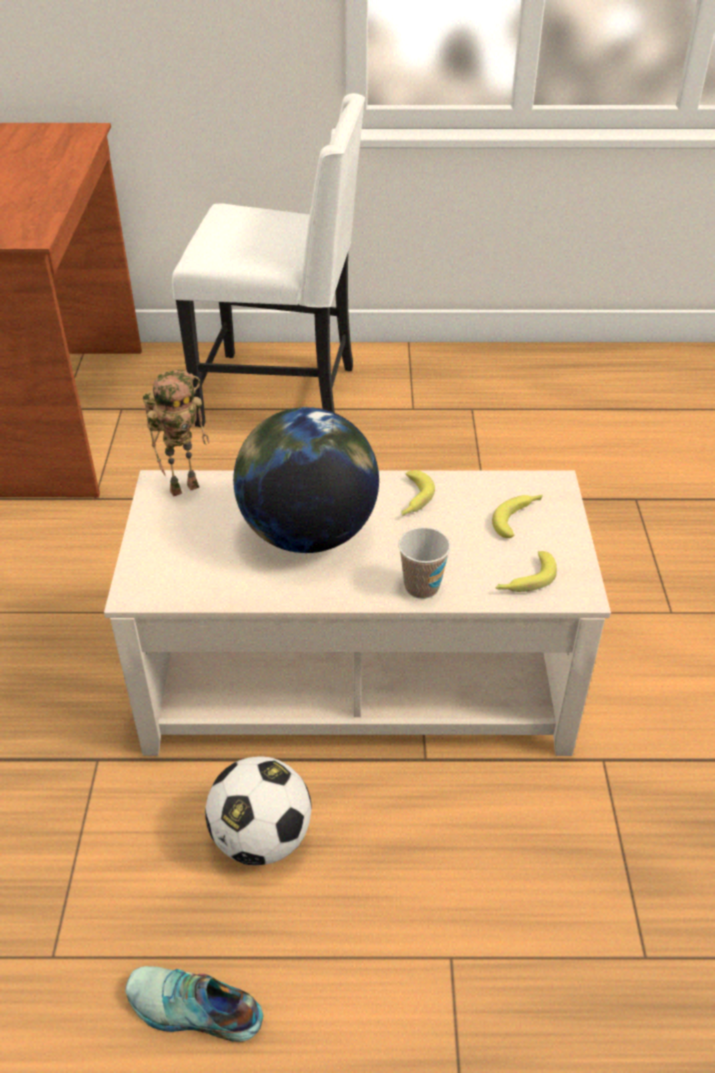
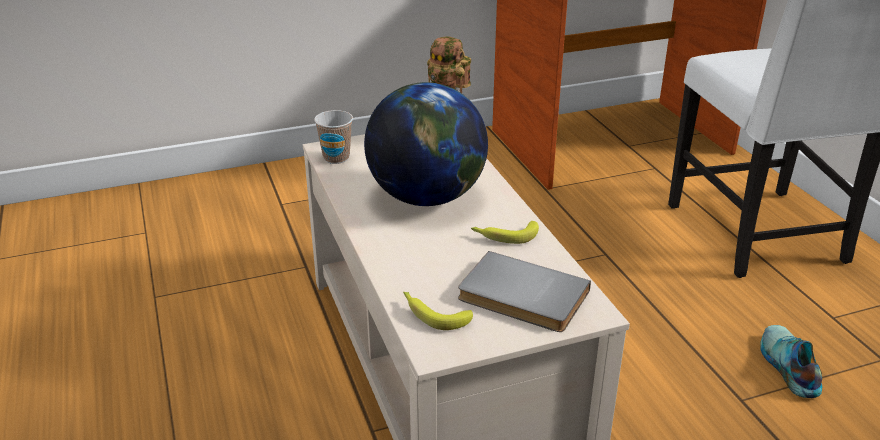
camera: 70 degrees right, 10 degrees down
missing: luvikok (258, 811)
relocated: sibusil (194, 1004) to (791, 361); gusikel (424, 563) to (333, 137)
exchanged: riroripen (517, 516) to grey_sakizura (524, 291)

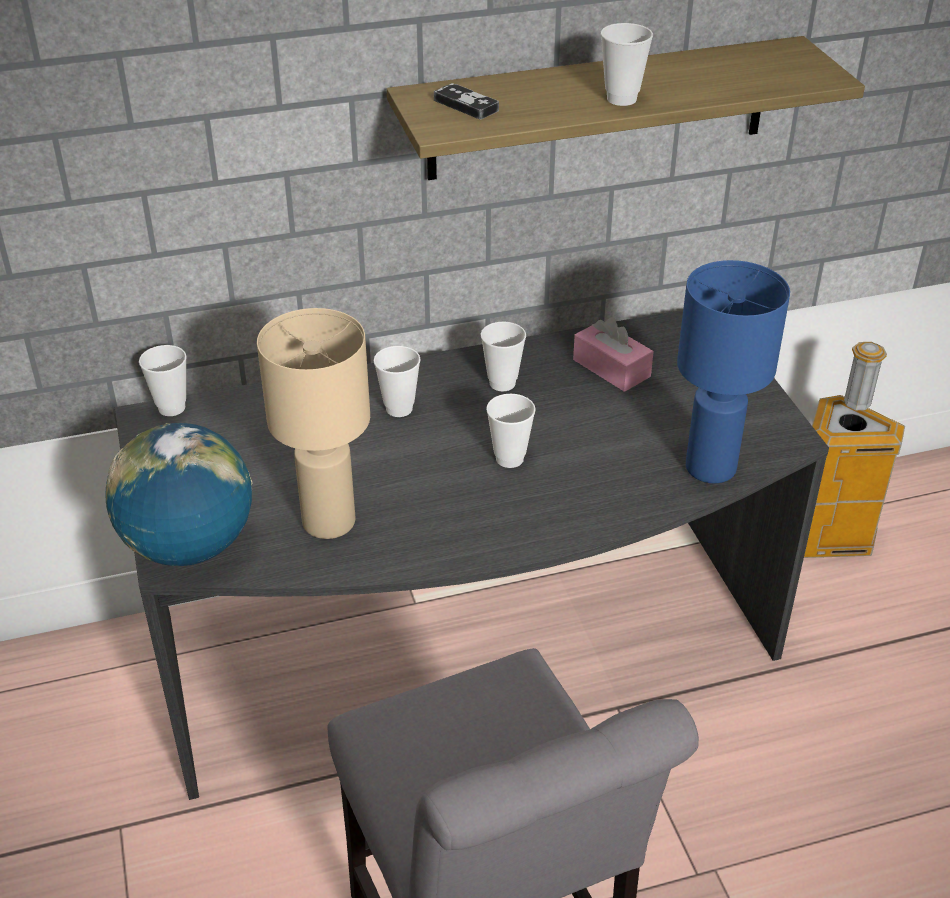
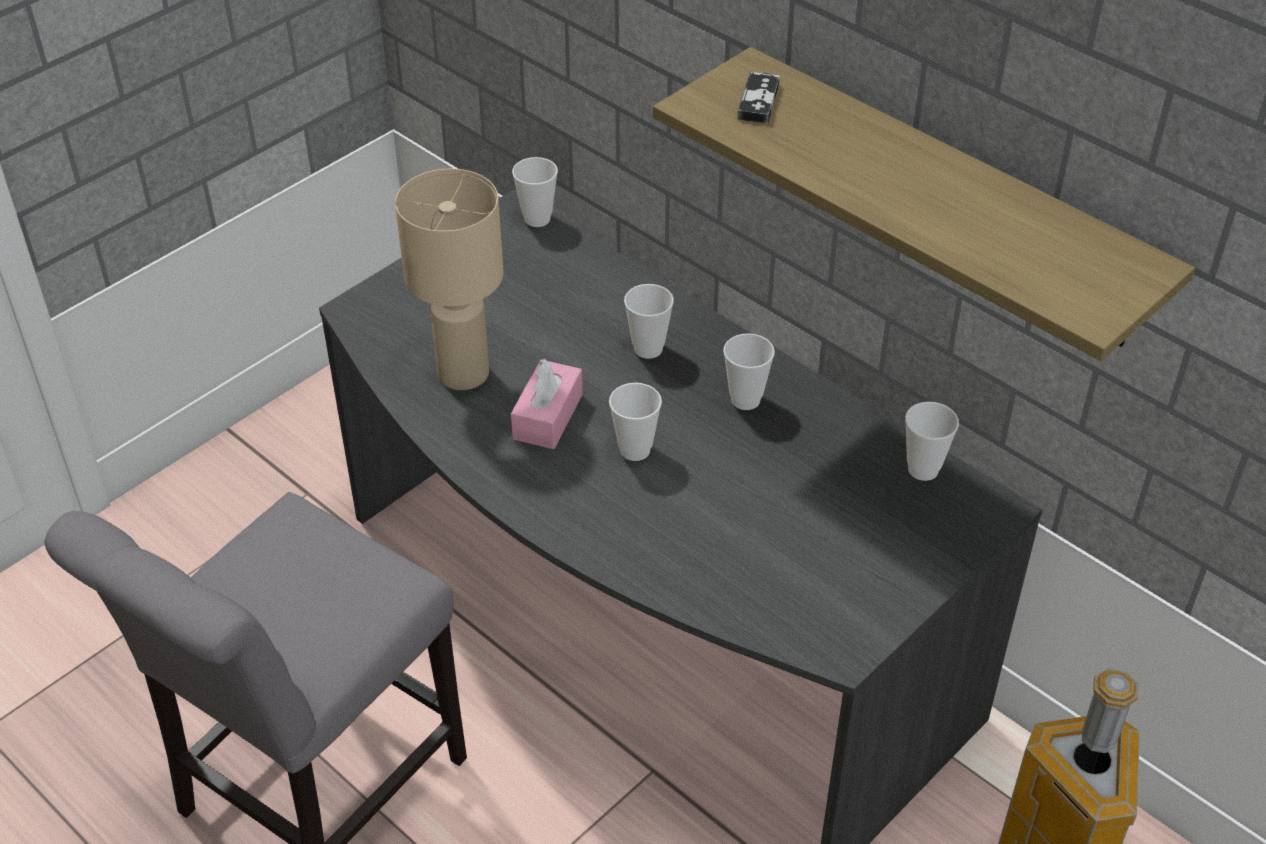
camera: 60 degrees right, 5 degrees up
missing: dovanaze (178, 494); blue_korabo (733, 371)
relocated: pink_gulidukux (613, 354) to (547, 404); gusikel (627, 64) to (932, 441)

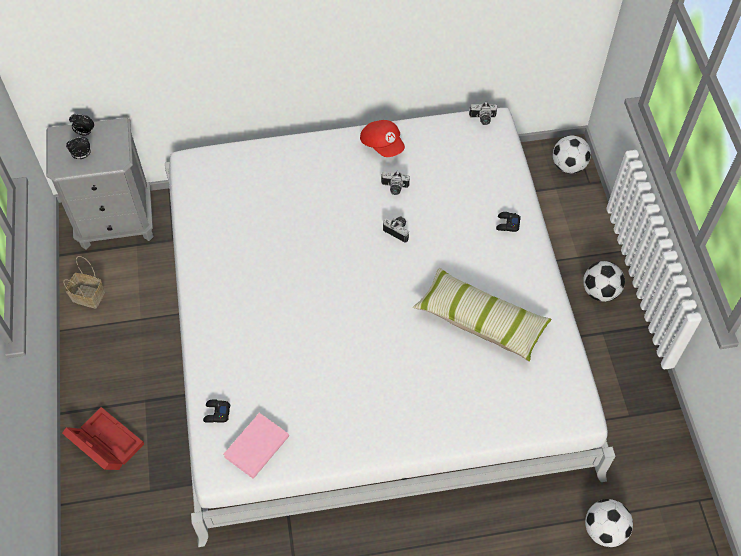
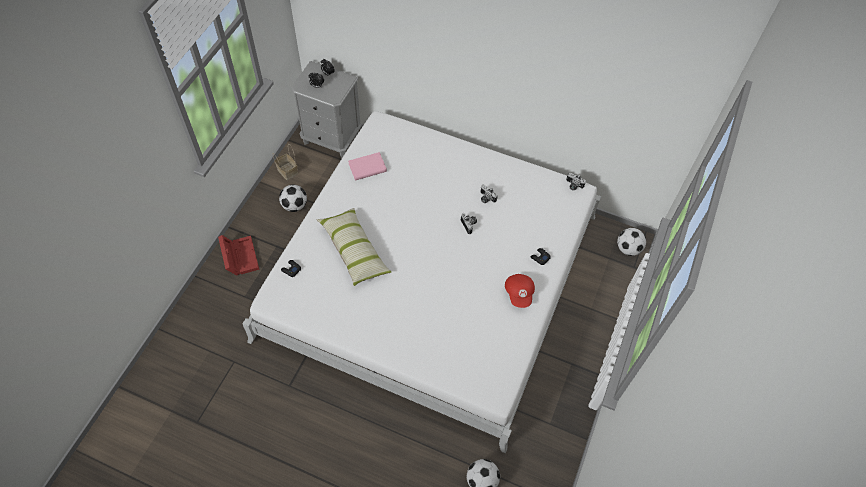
camera: 30 degrees right, 0 degrees up
relocated: pink_sakizura (256, 445) to (367, 166); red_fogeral (382, 138) to (520, 291); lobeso (482, 315) to (354, 247); luvikok (604, 281) to (293, 198)

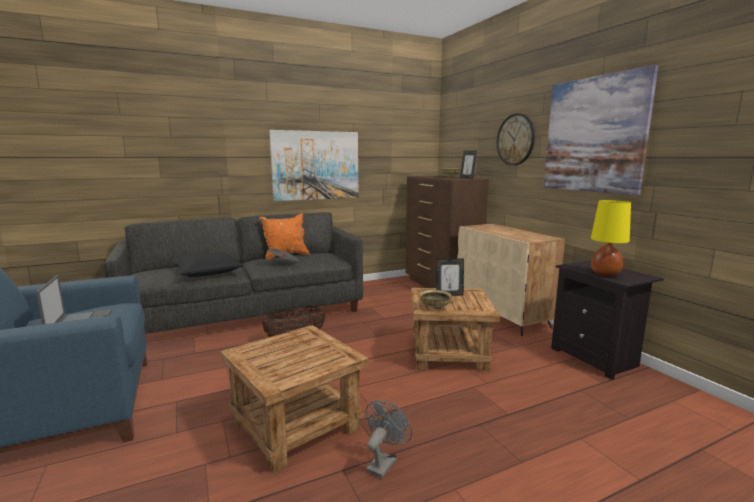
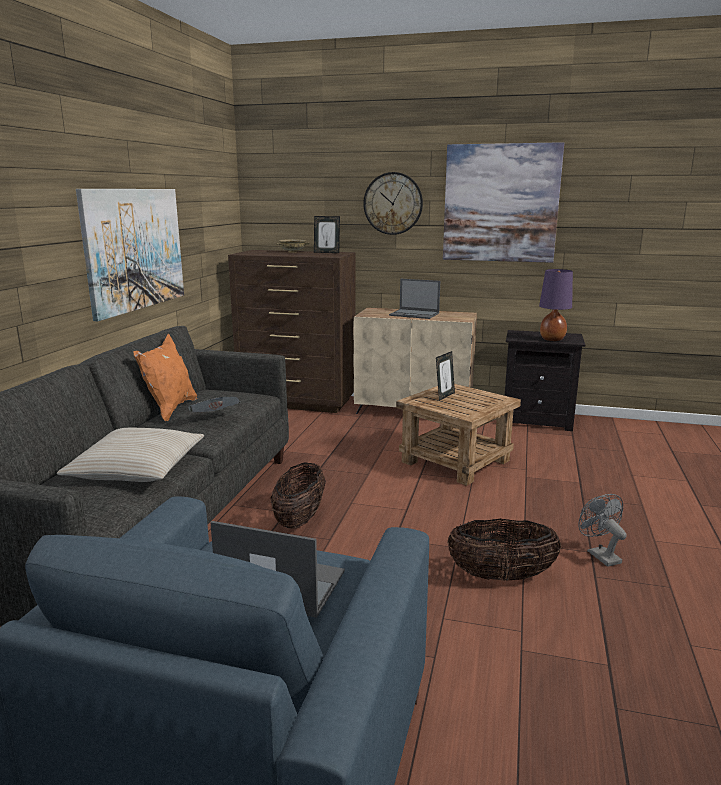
camera: 50 degrees left, 5 degrees up
missing: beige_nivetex (436, 299)
appeared: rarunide (414, 299)
exchanged: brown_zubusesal (294, 399) to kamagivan (504, 550)
colour: black_lobeso (208, 264) to beige_lobeso (130, 455); yellow_korabo (611, 238) to purple_korabo (556, 305)

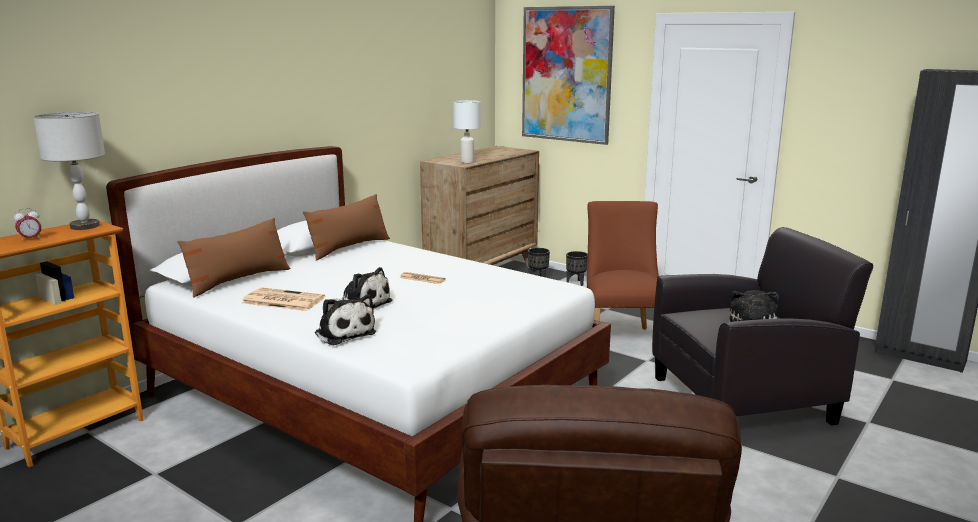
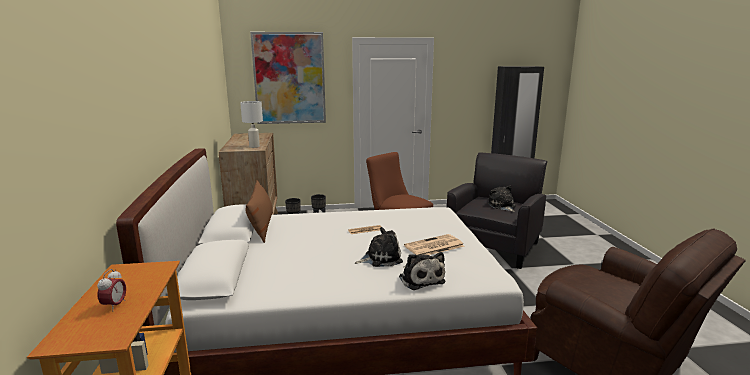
camera: 45 degrees left, 0 degrees up
missing: grey_korabo (69, 171); brown_lobeso (233, 258)
relocated: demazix (283, 299) to (434, 244)
spun: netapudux (345, 320) = (422, 271) 60 degrees clockwise

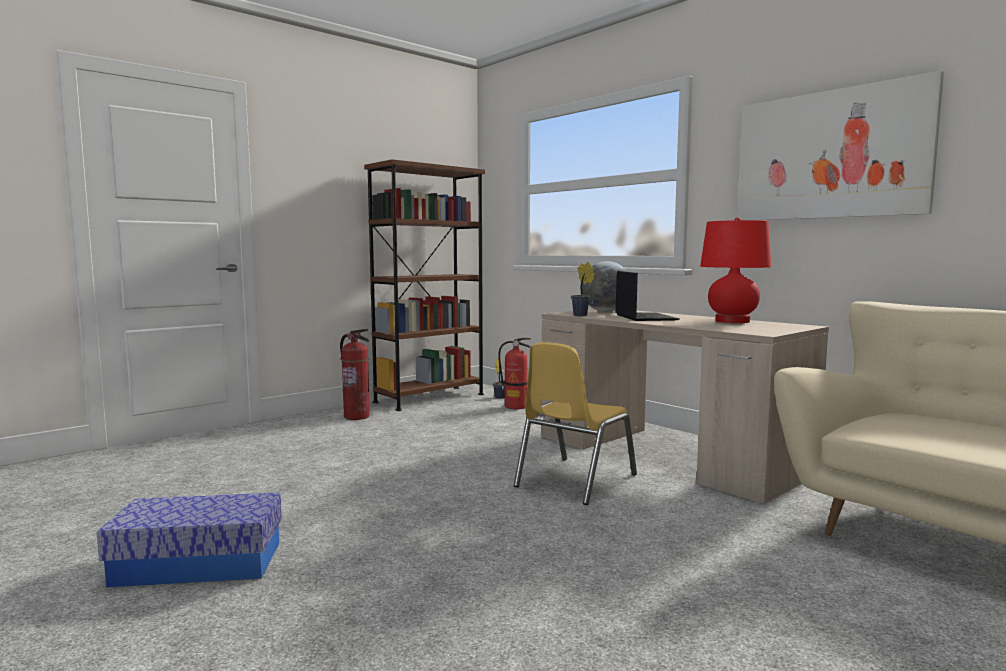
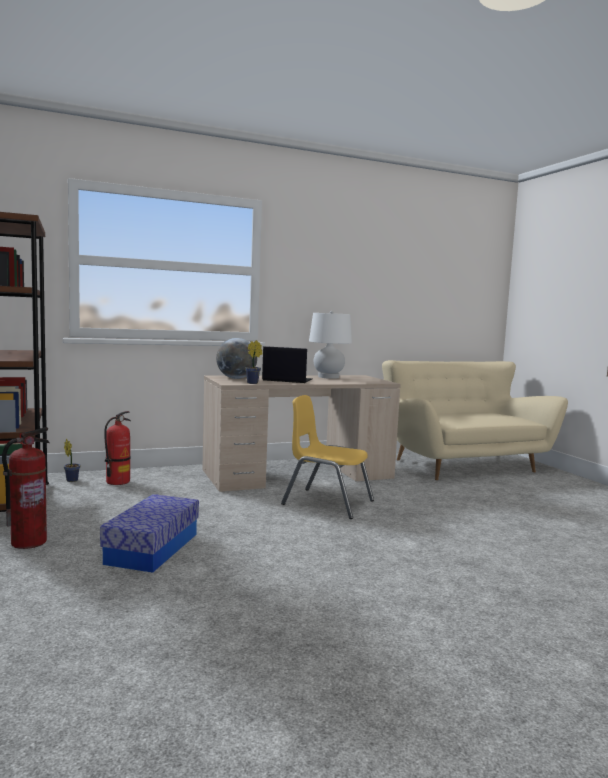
camera: 70 degrees left, 0 degrees up
missing: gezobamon (840, 145)
relocated: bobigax (189, 540) to (149, 533)
colour: red_korabo (735, 270) to white_korabo (330, 345)
spun: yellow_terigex (575, 423) = (327, 457) 150 degrees clockwise

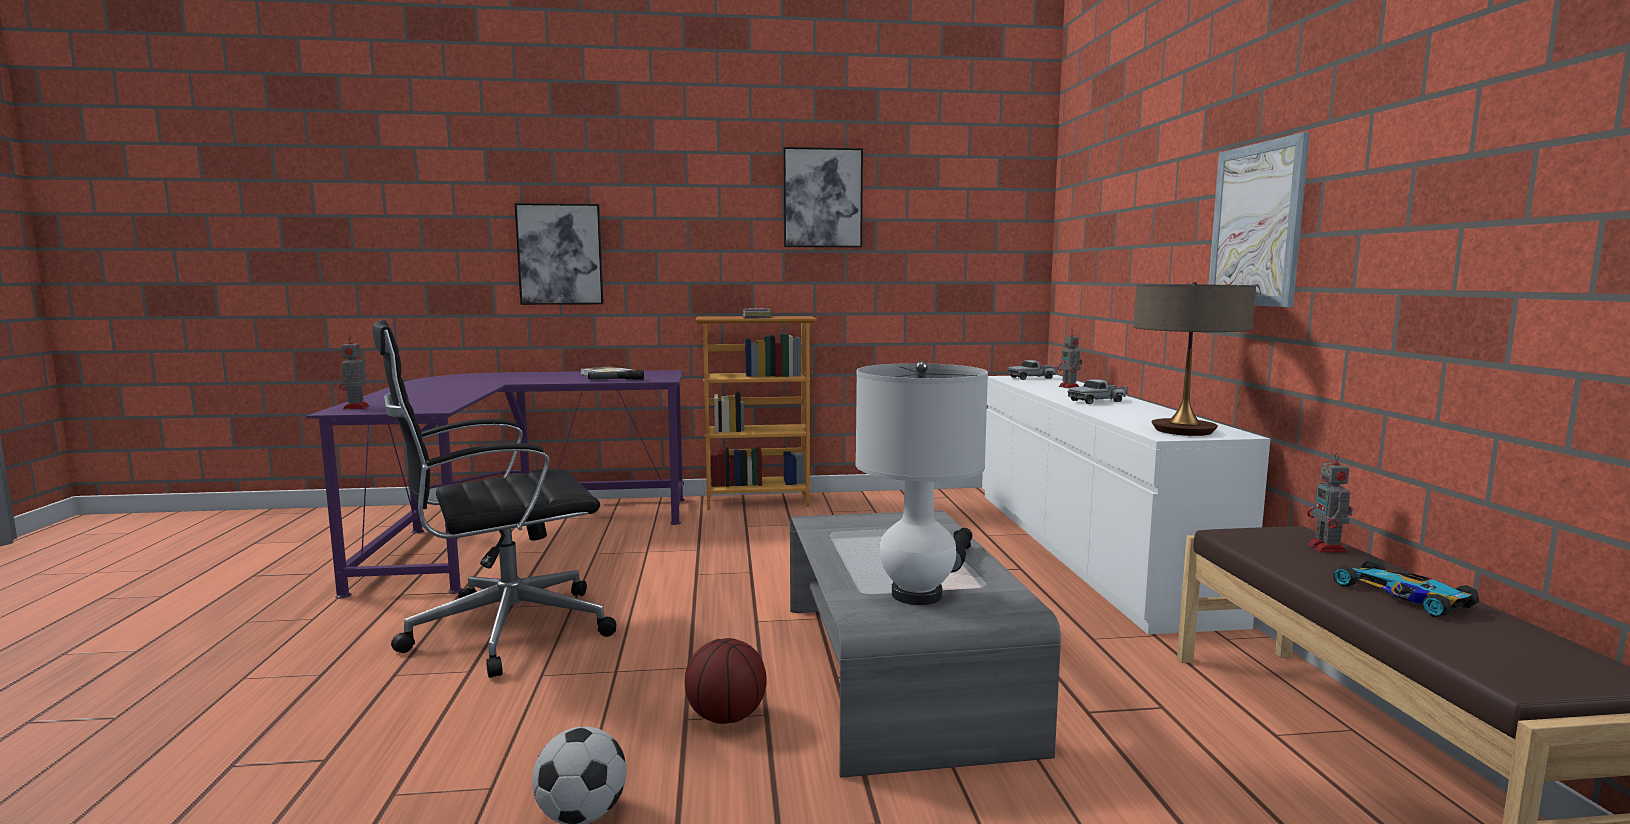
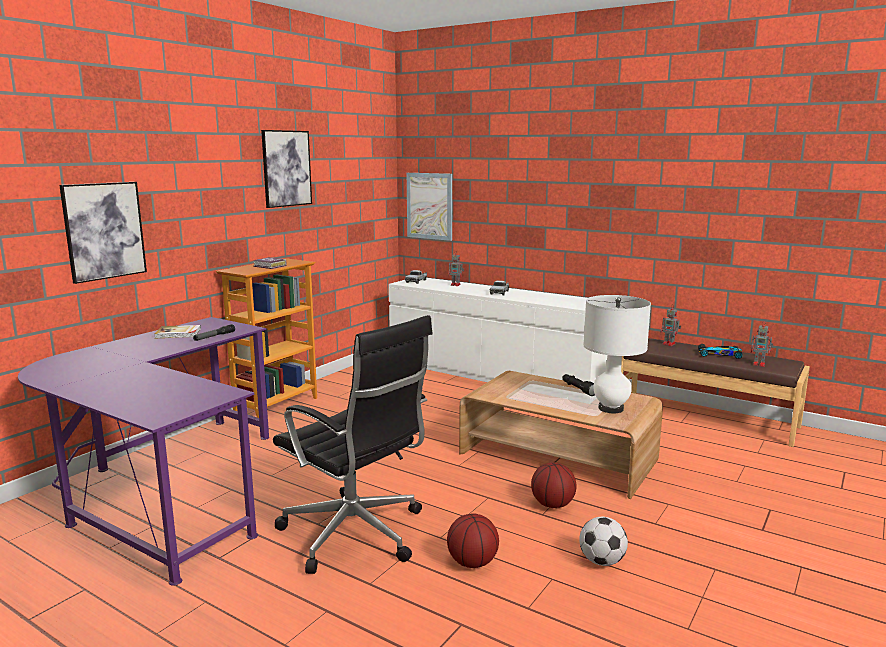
camera: 50 degrees left, 5 degrees up
missing: korabo (1194, 359)
appeared: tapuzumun (473, 540)
relocated: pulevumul (354, 372) to (762, 344); gezobamon (1259, 219) to (429, 207)
colour: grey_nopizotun (925, 644) to brown_nopizotun (561, 435)
spun: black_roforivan (494, 499) = (353, 444) 60 degrees counterclockwise

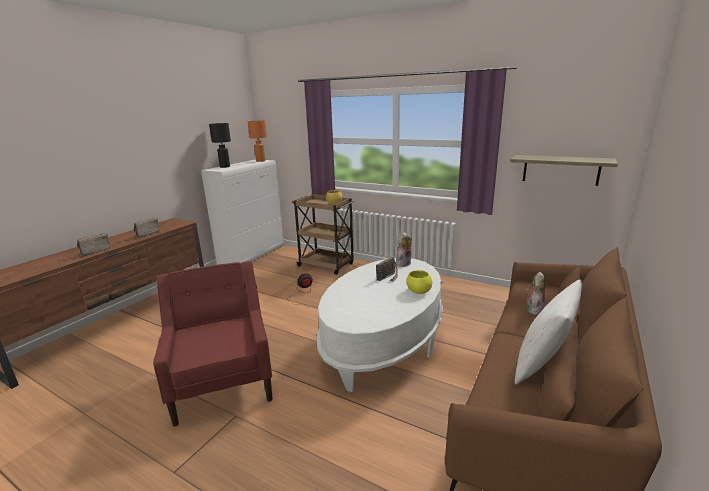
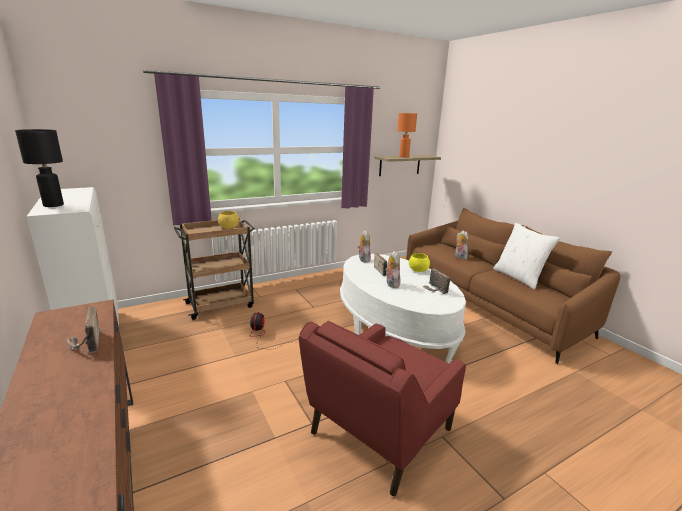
camera: 60 degrees left, 0 degrees up
appeared: netapudux (392, 269)
relocated: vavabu (94, 244) to (436, 281); orange_korabo (257, 141) to (407, 135)
spun: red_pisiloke (213, 343) = (382, 408) 60 degrees counterclockwise

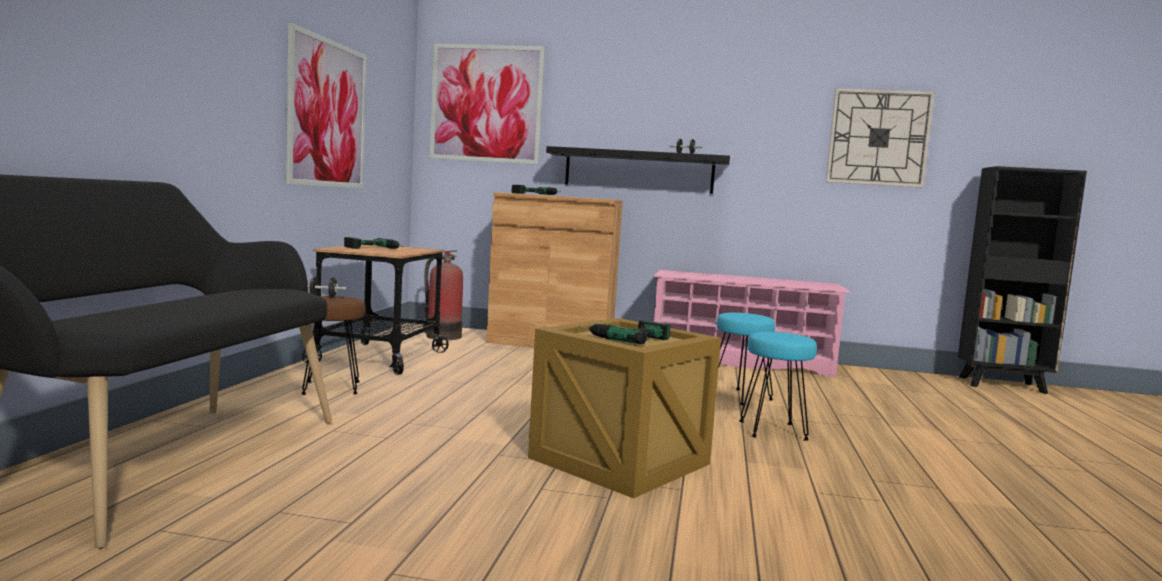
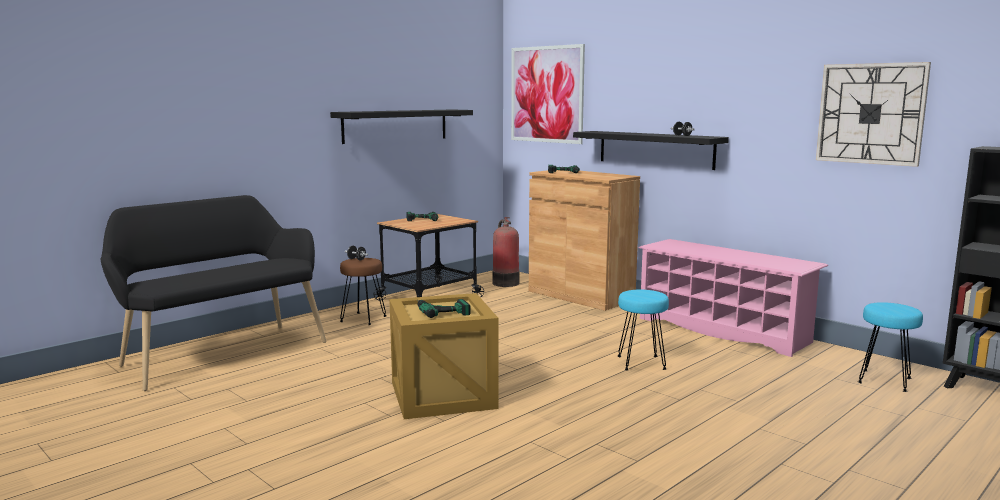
camera: 35 degrees right, 5 degrees up
relocated: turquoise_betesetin (778, 386) to (890, 347)
exchanged: gezobamon (326, 105) to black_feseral (401, 127)

